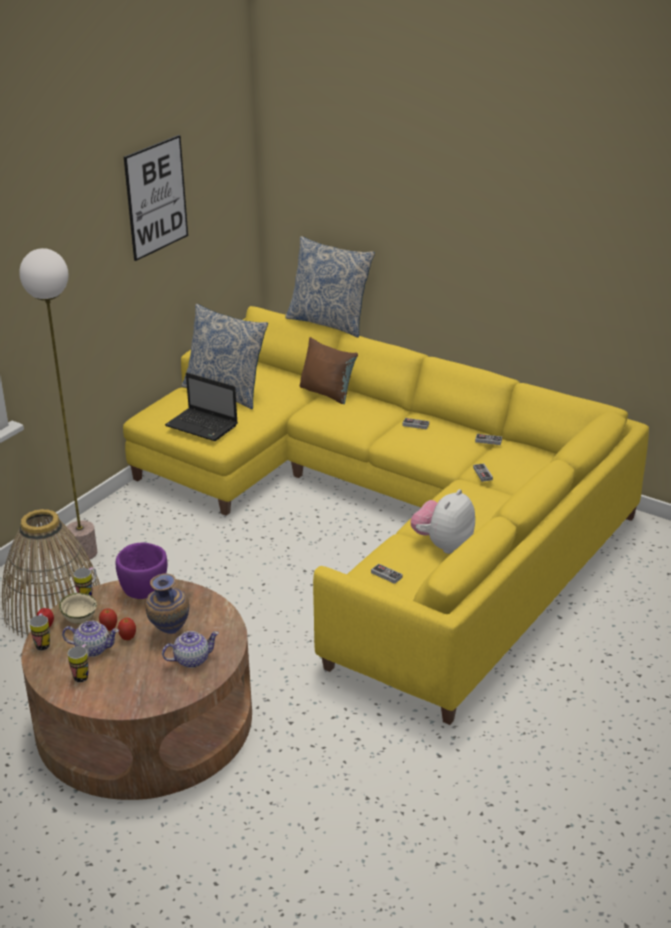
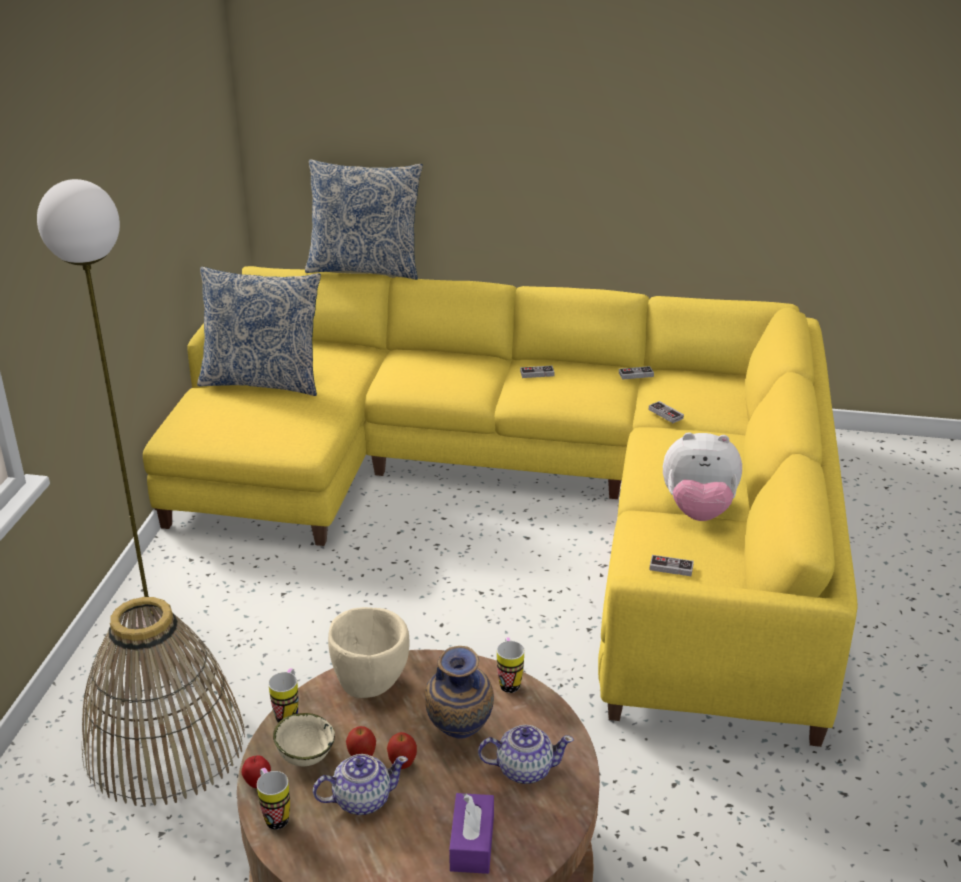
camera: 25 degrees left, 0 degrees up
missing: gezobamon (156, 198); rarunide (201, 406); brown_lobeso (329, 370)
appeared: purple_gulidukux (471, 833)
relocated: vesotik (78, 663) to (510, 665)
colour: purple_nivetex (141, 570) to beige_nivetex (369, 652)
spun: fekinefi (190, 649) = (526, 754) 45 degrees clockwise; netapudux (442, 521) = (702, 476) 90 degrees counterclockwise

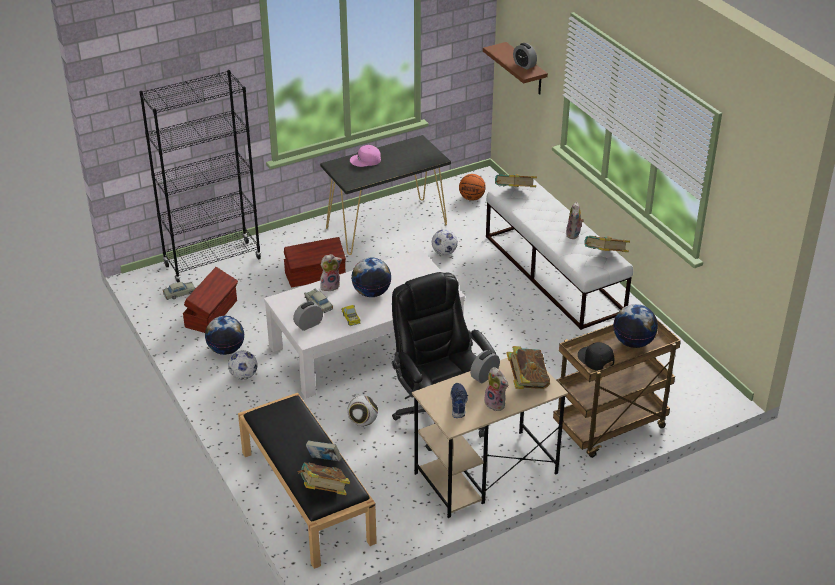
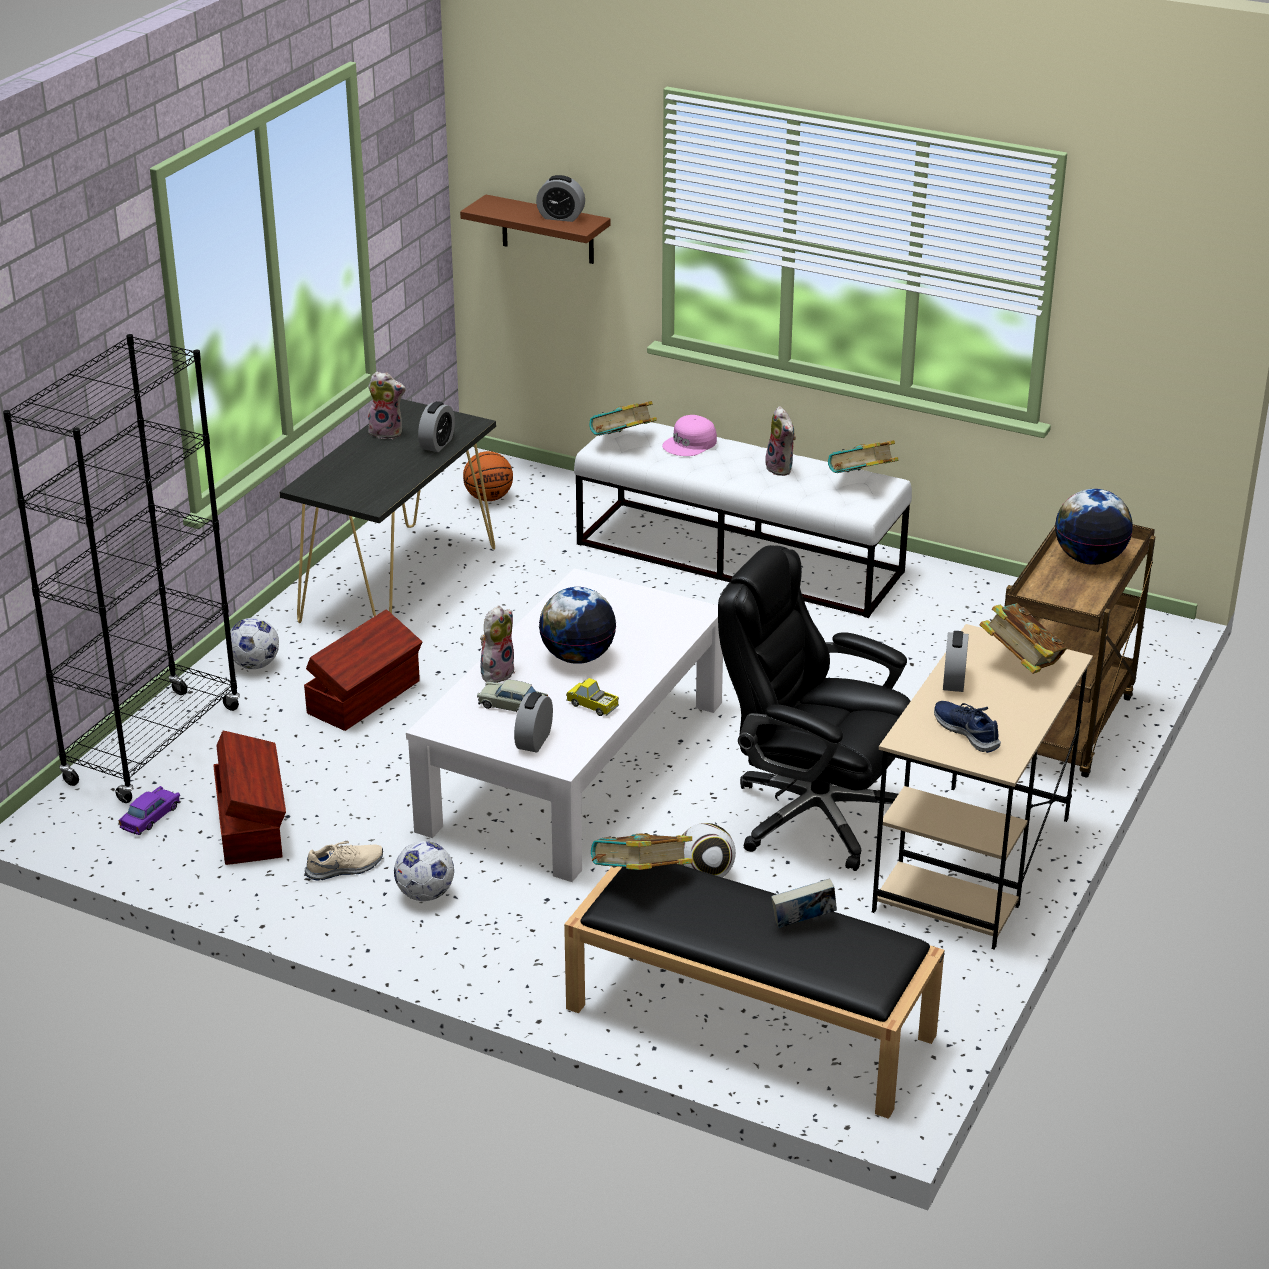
camera: 35 degrees left, 5 degrees down
missing: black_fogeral (596, 356)
appeared: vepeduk (436, 426)
relocated: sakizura (324, 478) to (642, 851); pink_fogeral (365, 156) to (689, 435); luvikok (445, 242) to (254, 643); netapudux (496, 389) to (387, 405)
exchanged: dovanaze (224, 335) to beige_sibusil (344, 861)
colour: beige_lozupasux (179, 291) to purple_lozupasux (149, 810)

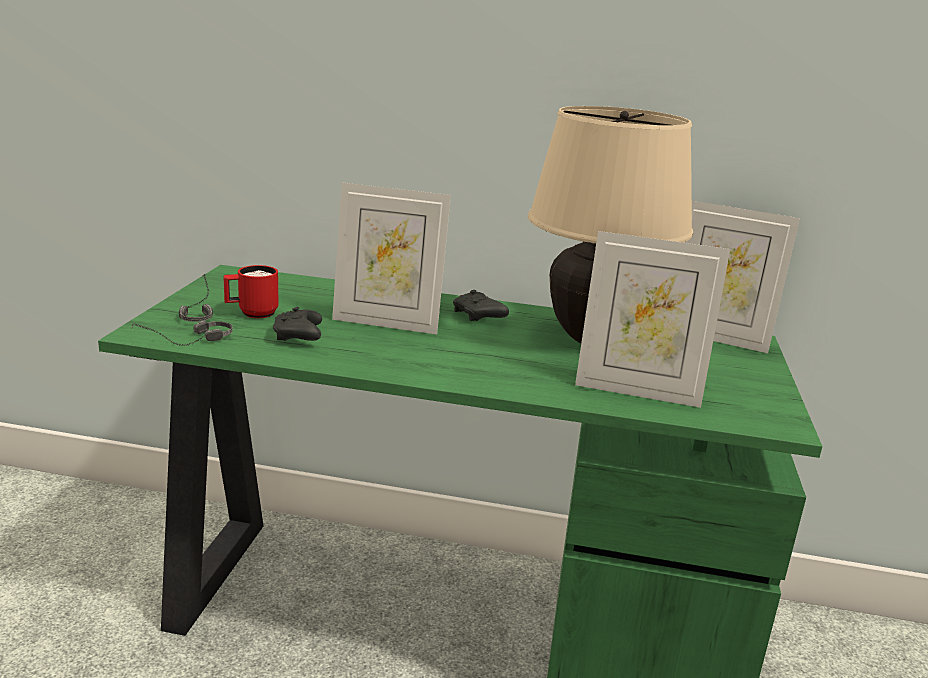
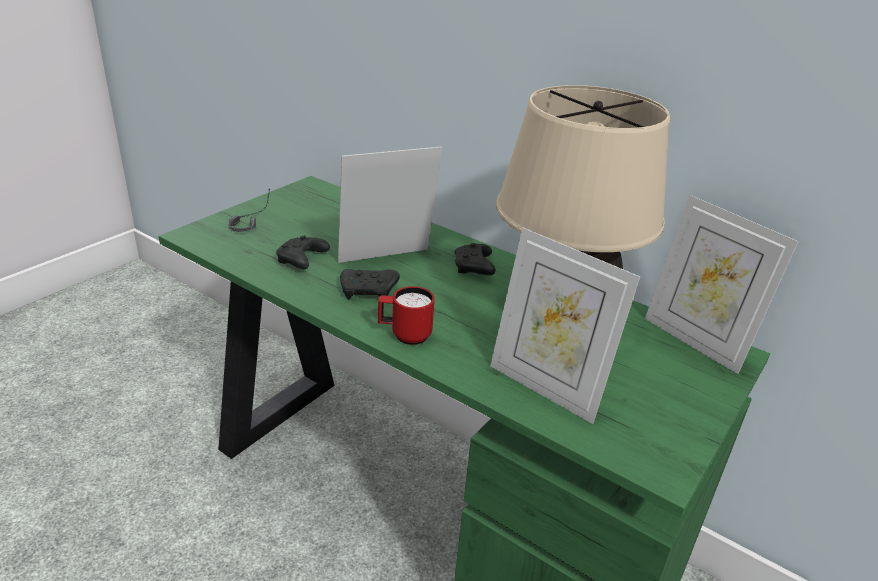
camera: 25 degrees right, 10 degrees up
missing: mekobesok (182, 333)
appeared: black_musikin (370, 284)
relocated: red_vesotik (251, 291) to (406, 315)
spun: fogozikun (391, 258) = (390, 204) 120 degrees clockwise

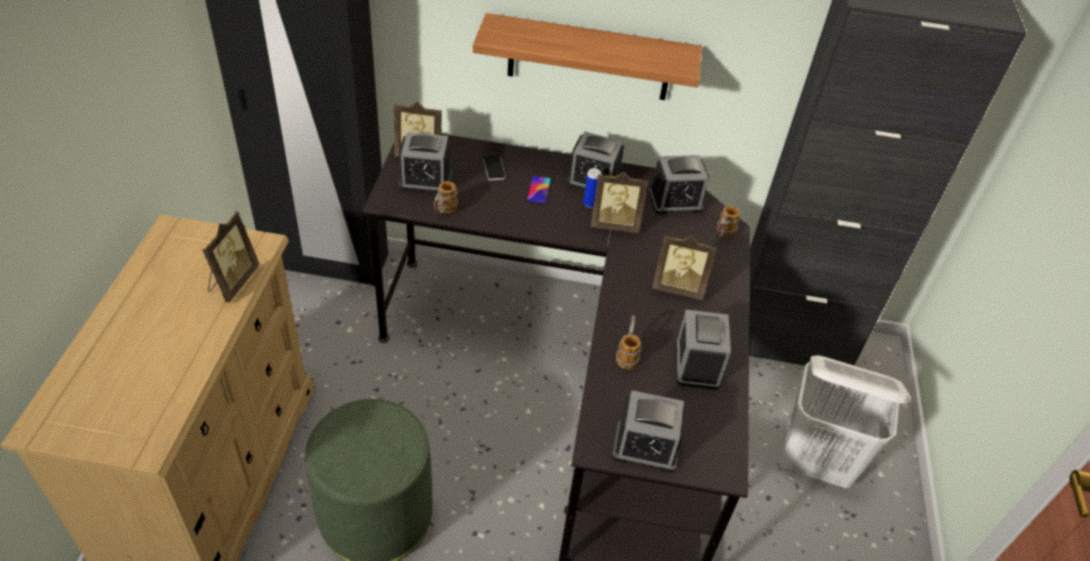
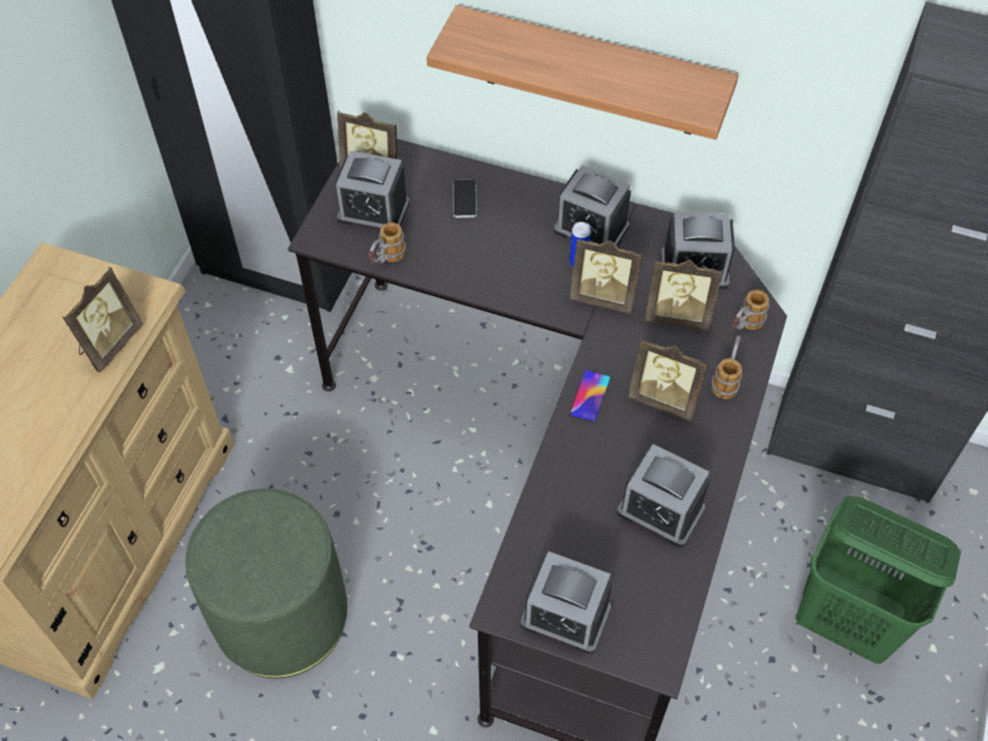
camera: 15 degrees right, 10 degrees up
appeared: fogozikun (684, 295)
relocated: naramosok (539, 190) to (589, 396); vesotik (628, 342) to (726, 367)
colour: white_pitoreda (845, 421) to green_pitoreda (878, 580)
spun: vepeduk (703, 350) = (663, 495) 75 degrees counterclockwise

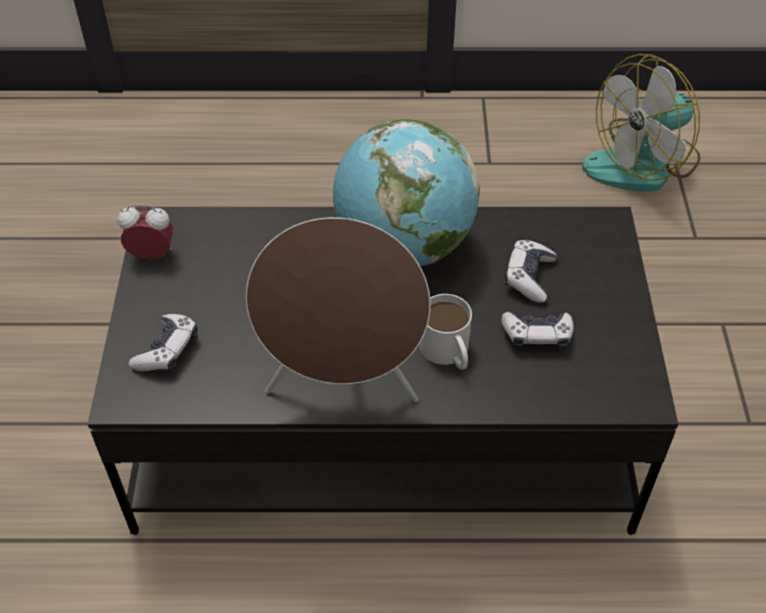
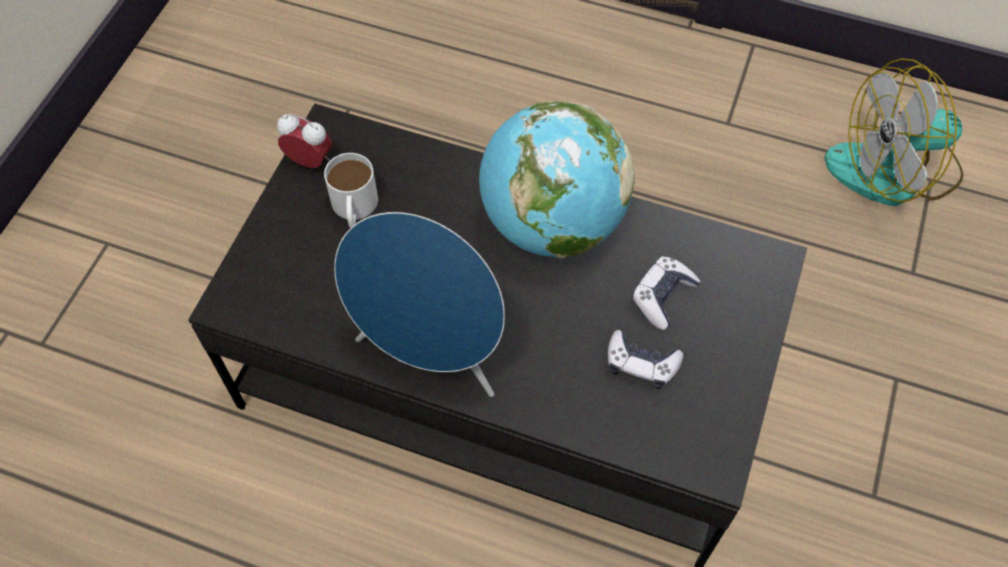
camera: 20 degrees right, 10 degrees up
missing: musikin (163, 342)
relocated: white_vesotik (445, 332) to (351, 190)
colour: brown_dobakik (338, 309) to blue_dobakik (419, 304)

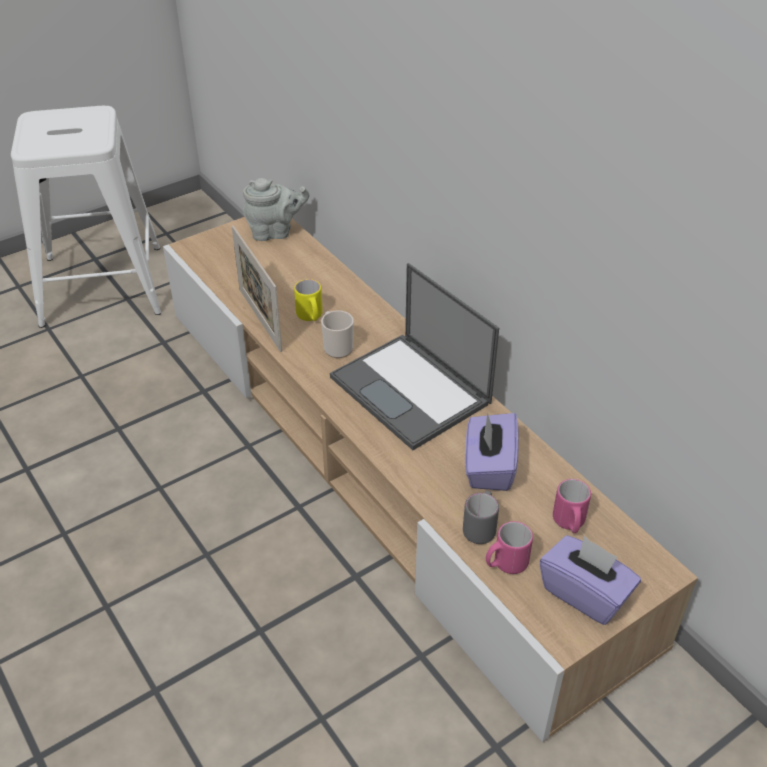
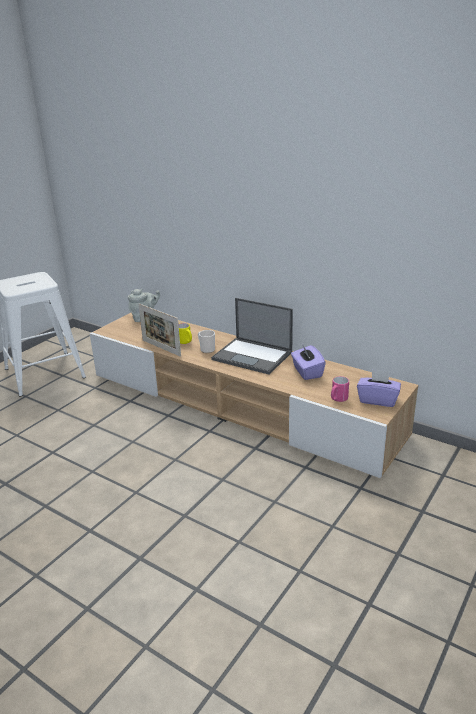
camera: 20 degrees left, 15 degrees down
missing: grey_vesotik (481, 517); pink_vesotik (572, 506)

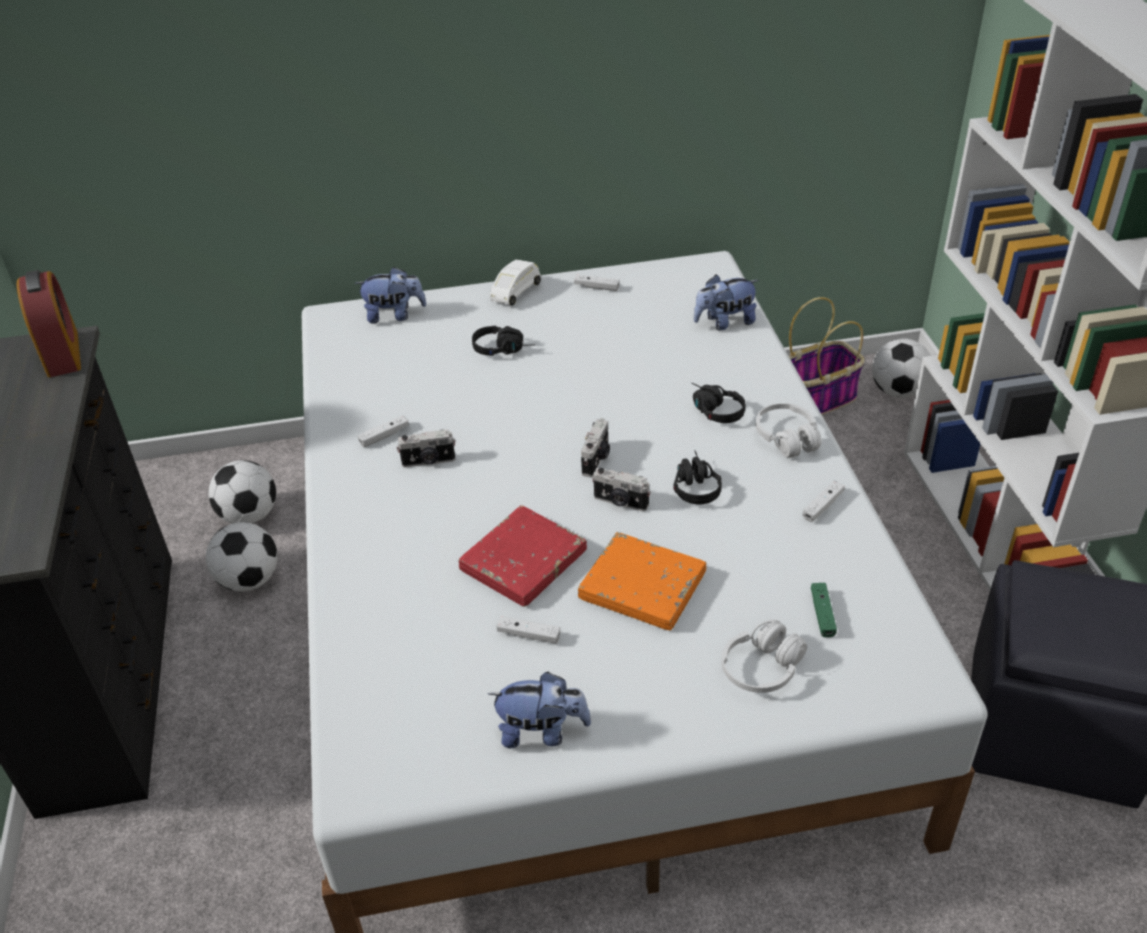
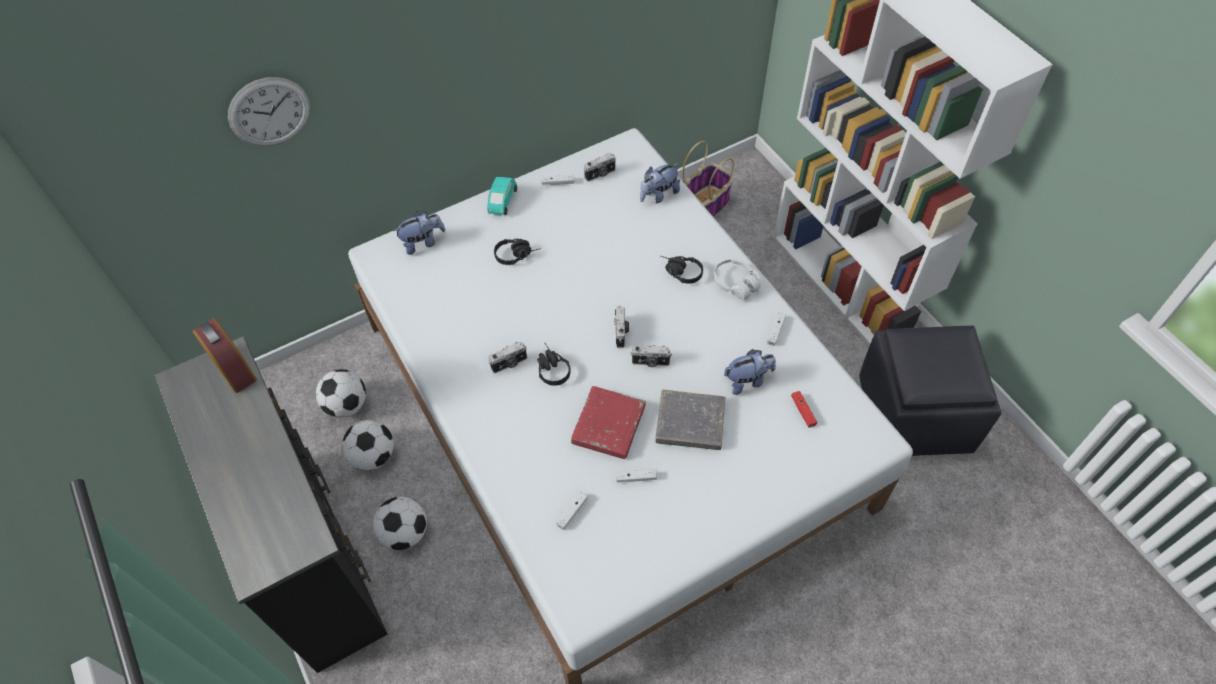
camera: 20 degrees left, 15 degrees up
missing: white_mekobesok (764, 656)
appeared: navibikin (269, 111); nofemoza (600, 167)
relocated: white_musikin (383, 431) to (572, 511); netapudux (539, 710) to (750, 372); black_mekobesok (697, 477) to (554, 364); luvikok (901, 368) to (400, 523)
colour: white_lozupasux (515, 282) to turquoise_lozupasux (502, 196); orange_sakizura (642, 581) to grey_sakizura (690, 420); green_musikin (824, 610) to red_musikin (804, 409)

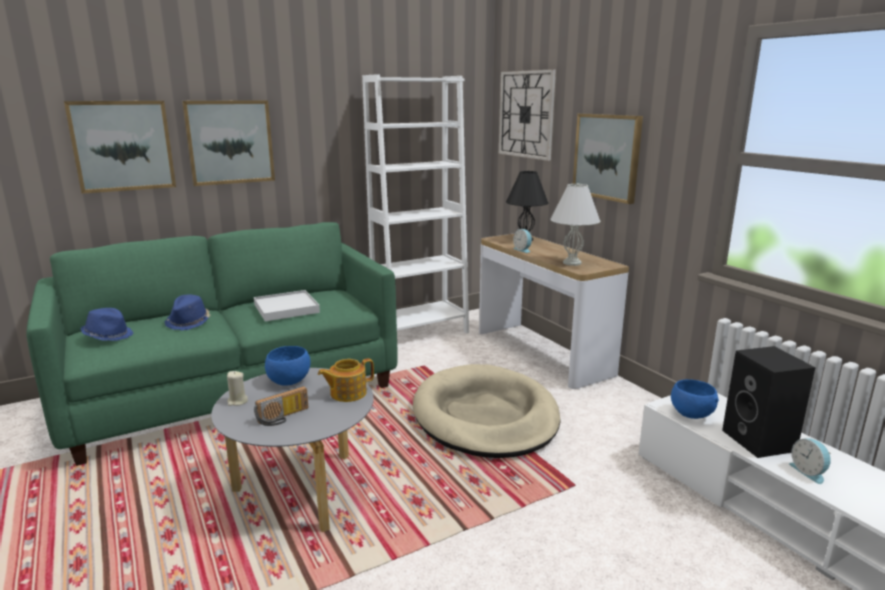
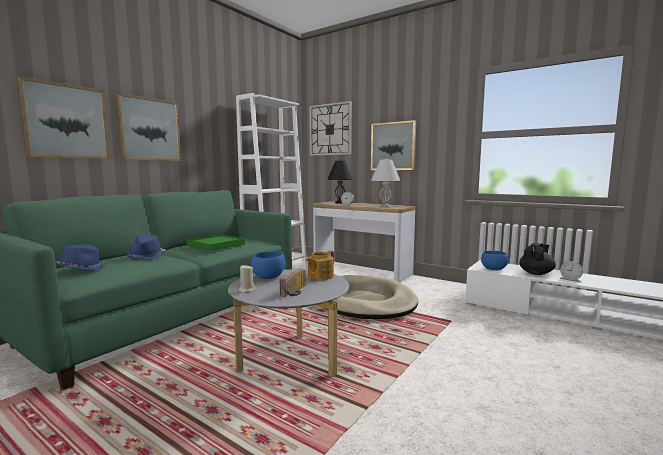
camera: 25 degrees left, 10 degrees down
exchanged: black_dobakik (769, 402) to black_fekinefi (537, 259)
colour: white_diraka (287, 305) to green_diraka (216, 242)

